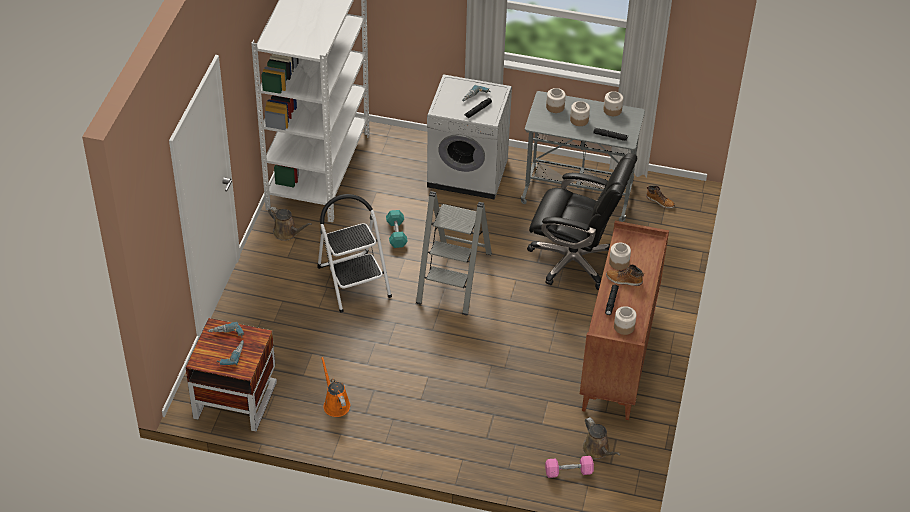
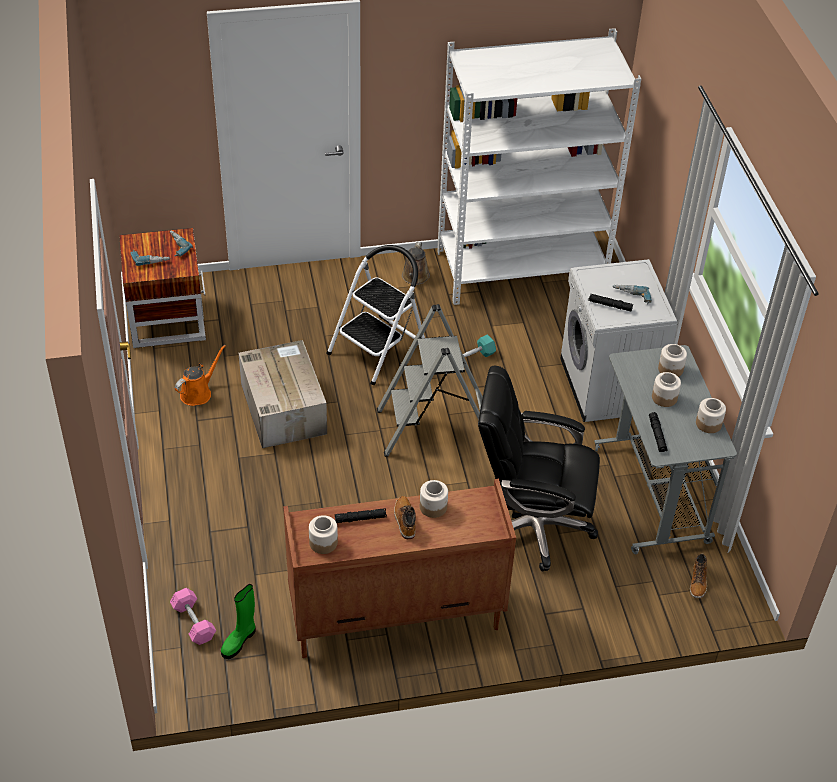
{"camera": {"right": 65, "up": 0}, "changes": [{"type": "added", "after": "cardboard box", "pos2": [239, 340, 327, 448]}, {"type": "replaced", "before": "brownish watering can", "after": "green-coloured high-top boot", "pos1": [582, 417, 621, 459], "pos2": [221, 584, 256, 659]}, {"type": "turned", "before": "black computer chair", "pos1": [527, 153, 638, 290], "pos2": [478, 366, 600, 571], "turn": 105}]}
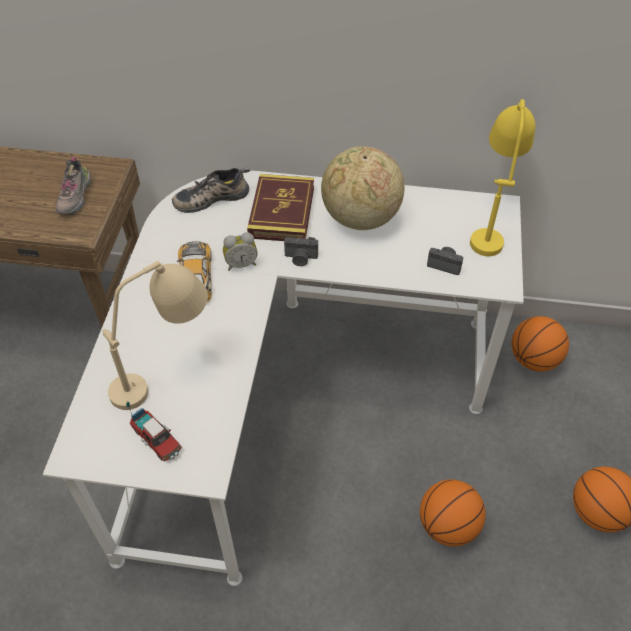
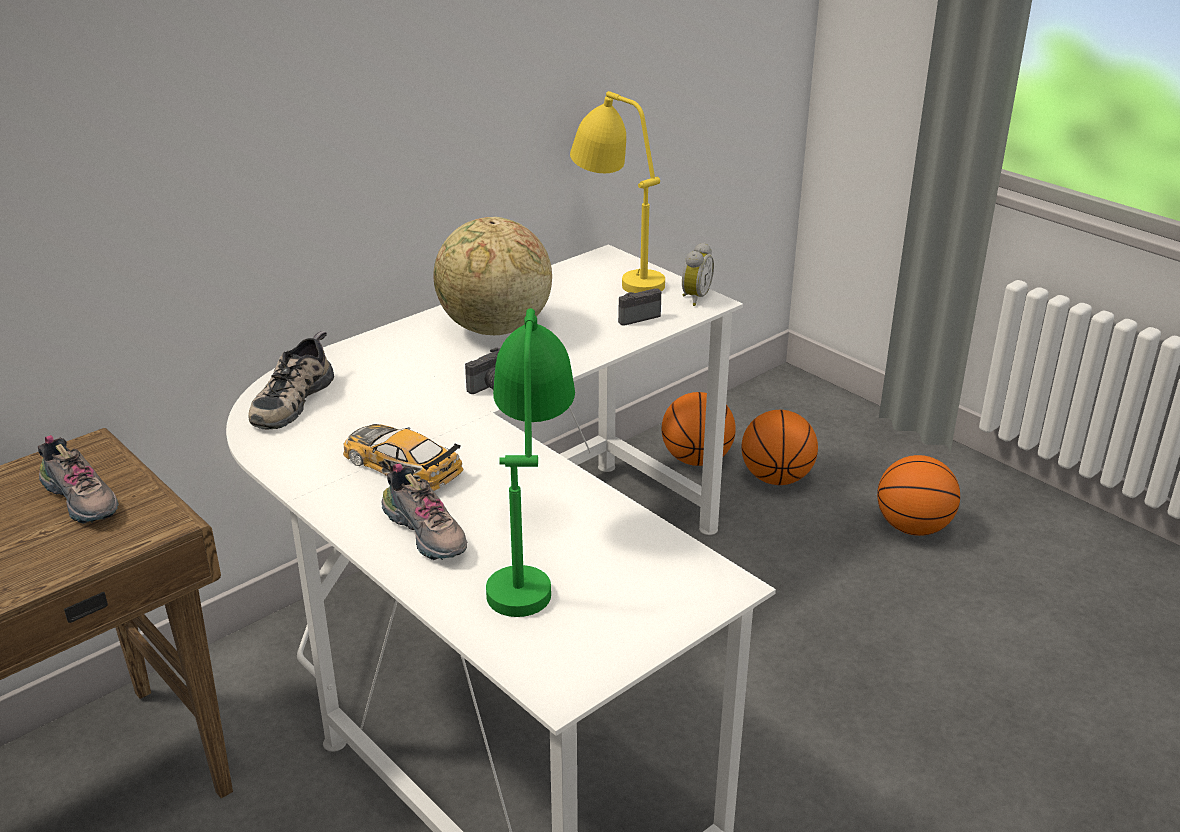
{"camera": {"right": -50, "up": -20}, "changes": [{"type": "removed", "before": "toy lorry", "pos1": [126, 401, 182, 461]}, {"type": "removed", "before": "book", "pos1": [247, 174, 314, 241]}, {"type": "added", "after": "low shoe", "pos2": [381, 463, 467, 560]}, {"type": "moved", "before": "bedside clock", "pos1": [223, 232, 257, 271], "pos2": [682, 242, 714, 306]}, {"type": "moved", "before": "ball for basketball", "pos1": [420, 479, 486, 547], "pos2": [742, 410, 818, 485]}, {"type": "recoloured", "before": "beige table lamp", "after": "green-coloured table lamp", "pos1": [102, 261, 208, 410], "pos2": [486, 308, 575, 617]}]}
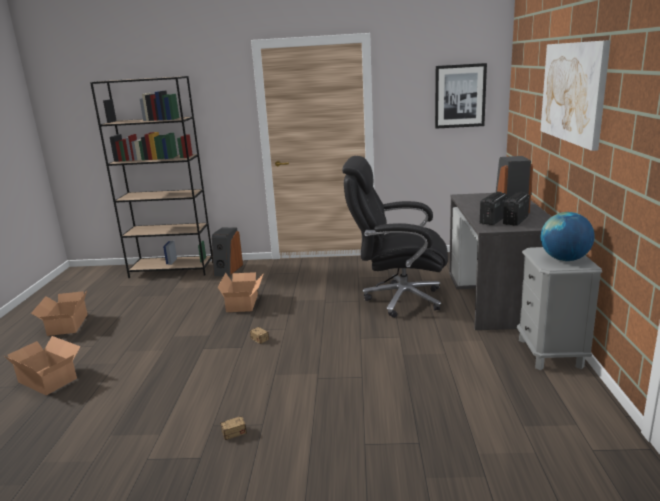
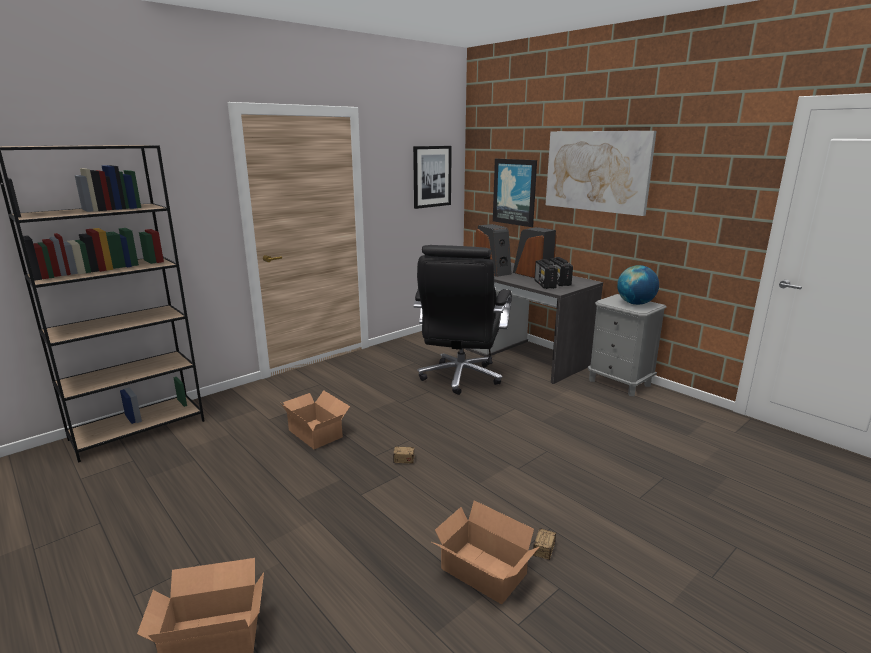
{"camera": {"right": -45, "up": 0}, "changes": [{"type": "added", "after": "wall art", "pos2": [493, 159, 537, 227]}, {"type": "moved", "before": "cardboard box", "pos1": [31, 291, 87, 336], "pos2": [432, 500, 540, 605]}, {"type": "moved", "before": "audio speaker", "pos1": [212, 227, 243, 277], "pos2": [476, 224, 512, 277]}, {"type": "turned", "before": "black computer chair", "pos1": [342, 156, 448, 318], "pos2": [414, 245, 512, 395], "turn": -45}]}
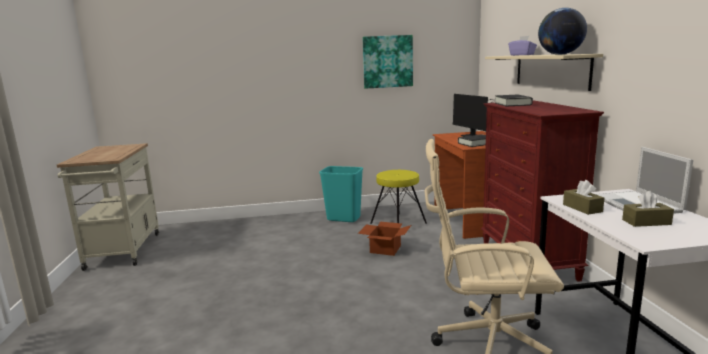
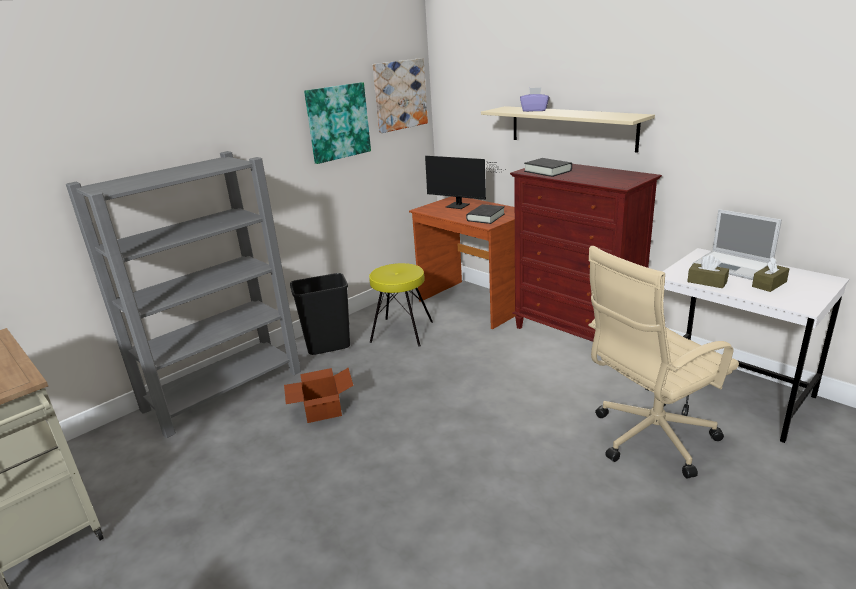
{"camera": {"right": -35, "up": 10}, "changes": [{"type": "removed", "before": "desk globe", "pos1": [538, 8, 587, 55]}, {"type": "added", "after": "grey bookcase", "pos2": [66, 151, 301, 438]}, {"type": "added", "after": "wall art", "pos2": [372, 58, 428, 133]}, {"type": "moved", "before": "cardboard box", "pos1": [358, 222, 411, 256], "pos2": [284, 368, 354, 423]}, {"type": "recoloured", "before": "blue-green trash can", "after": "black trash can", "pos1": [319, 166, 363, 222], "pos2": [290, 273, 350, 355]}]}
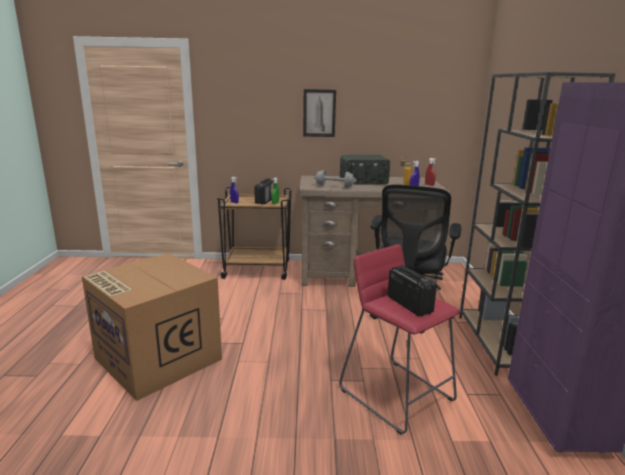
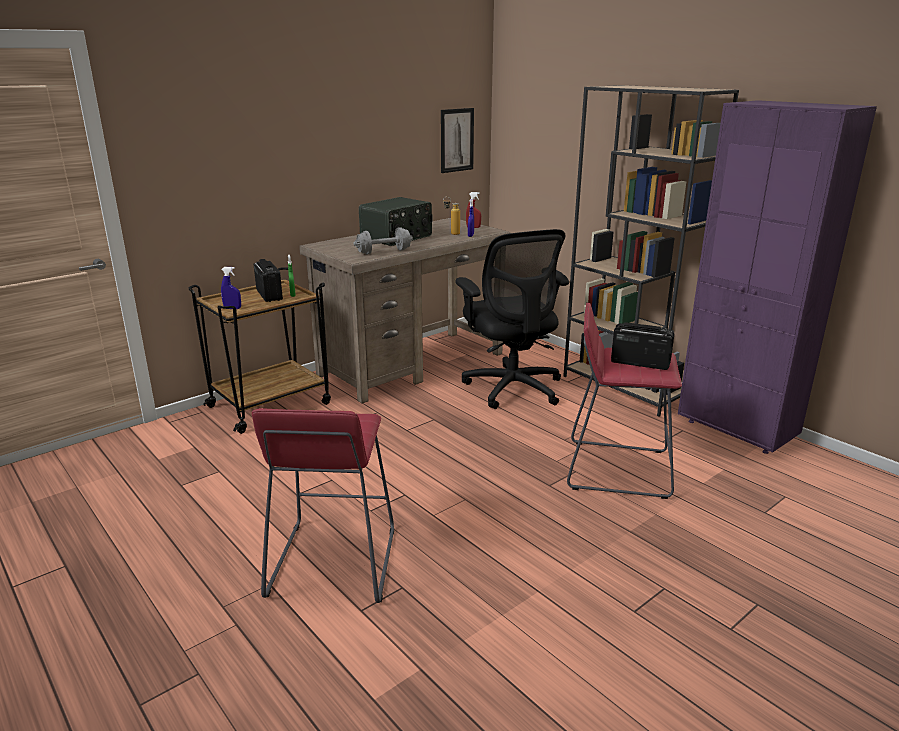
{"camera": {"right": -40, "up": 5}, "changes": [{"type": "moved", "before": "wall art", "pos1": [303, 89, 336, 137], "pos2": [441, 108, 474, 173]}, {"type": "replaced", "before": "cardboard box", "after": "red stool", "pos1": [82, 253, 222, 401], "pos2": [252, 408, 394, 603]}]}
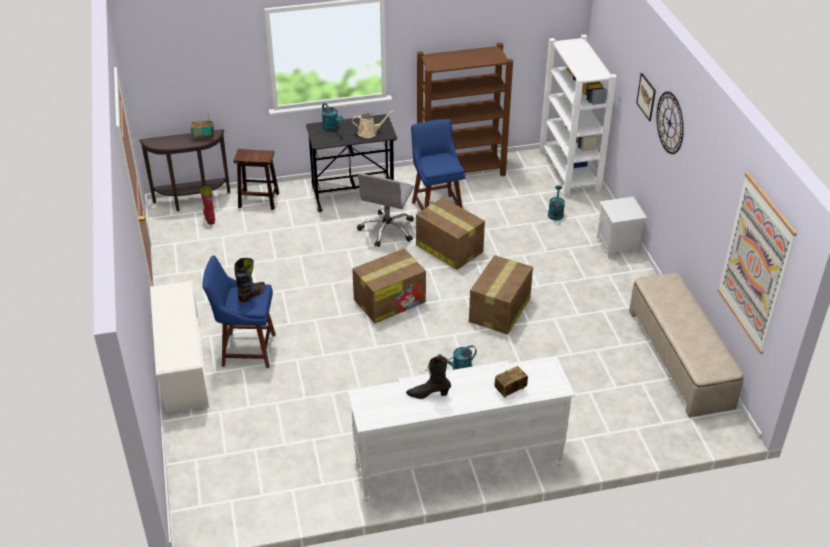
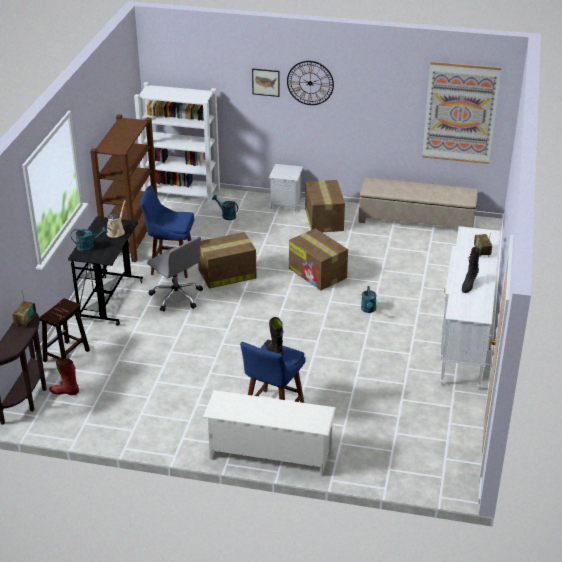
{"camera": {"right": -65, "up": -5}, "changes": [{"type": "moved", "before": "cardboard box", "pos1": [352, 249, 426, 323], "pos2": [305, 180, 345, 232]}]}
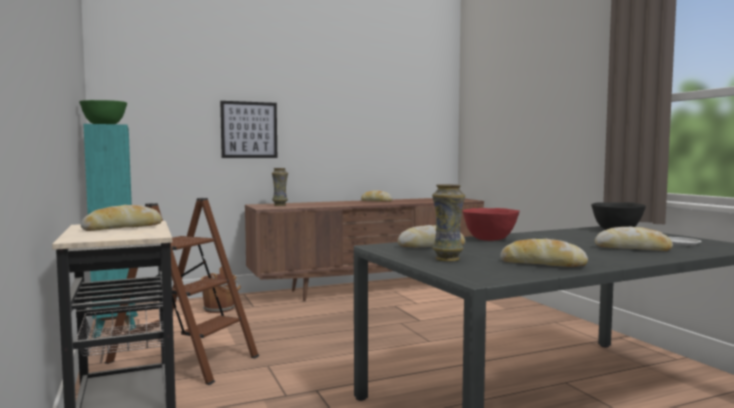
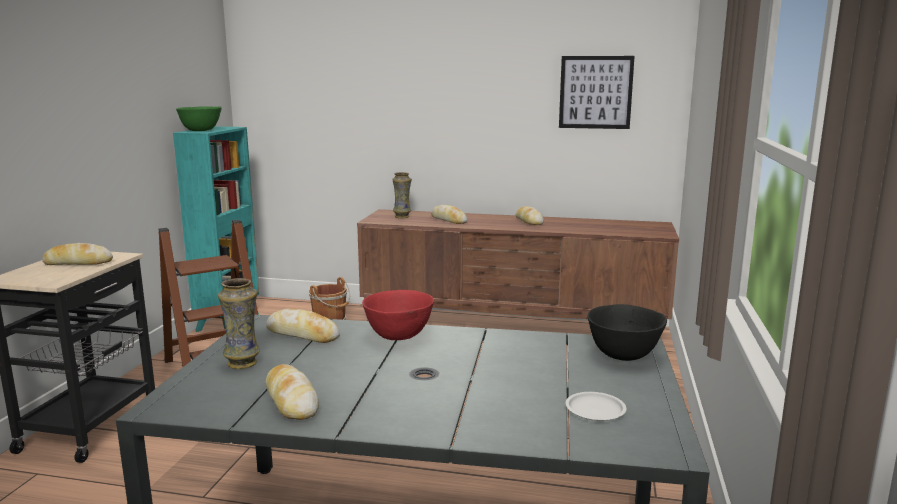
{"camera": {"right": 35, "up": 10}, "changes": [{"type": "moved", "before": "wall art", "pos1": [220, 101, 277, 158], "pos2": [559, 56, 635, 129]}, {"type": "moved", "before": "bread", "pos1": [595, 227, 673, 251], "pos2": [431, 205, 468, 224]}]}
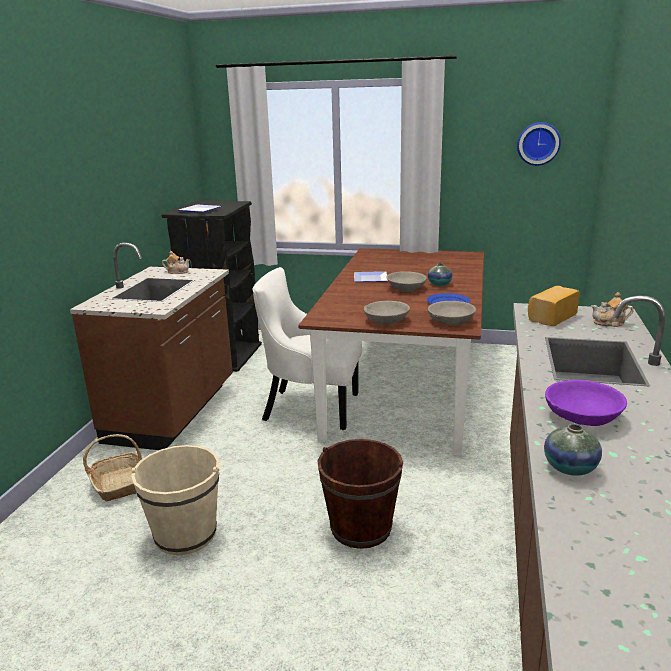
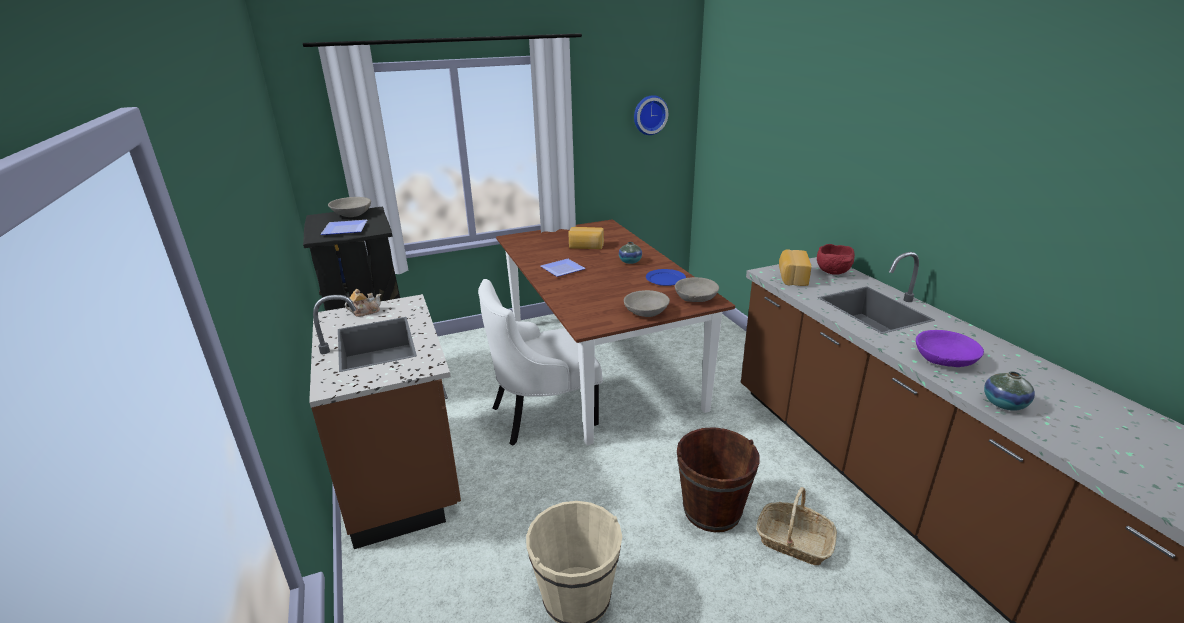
{"camera": {"right": -35, "up": 5}, "changes": [{"type": "added", "after": "bread", "pos2": [569, 227, 604, 249]}, {"type": "moved", "before": "household basket", "pos1": [83, 434, 142, 501], "pos2": [756, 487, 837, 565]}, {"type": "moved", "before": "grey bowl", "pos1": [386, 271, 427, 292], "pos2": [328, 197, 371, 217]}, {"type": "replaced", "before": "tea pot", "after": "red bowl", "pos1": [591, 292, 633, 327], "pos2": [817, 244, 855, 275]}]}
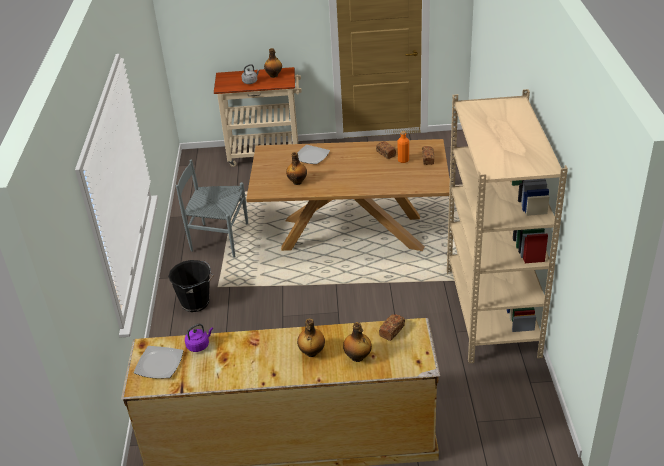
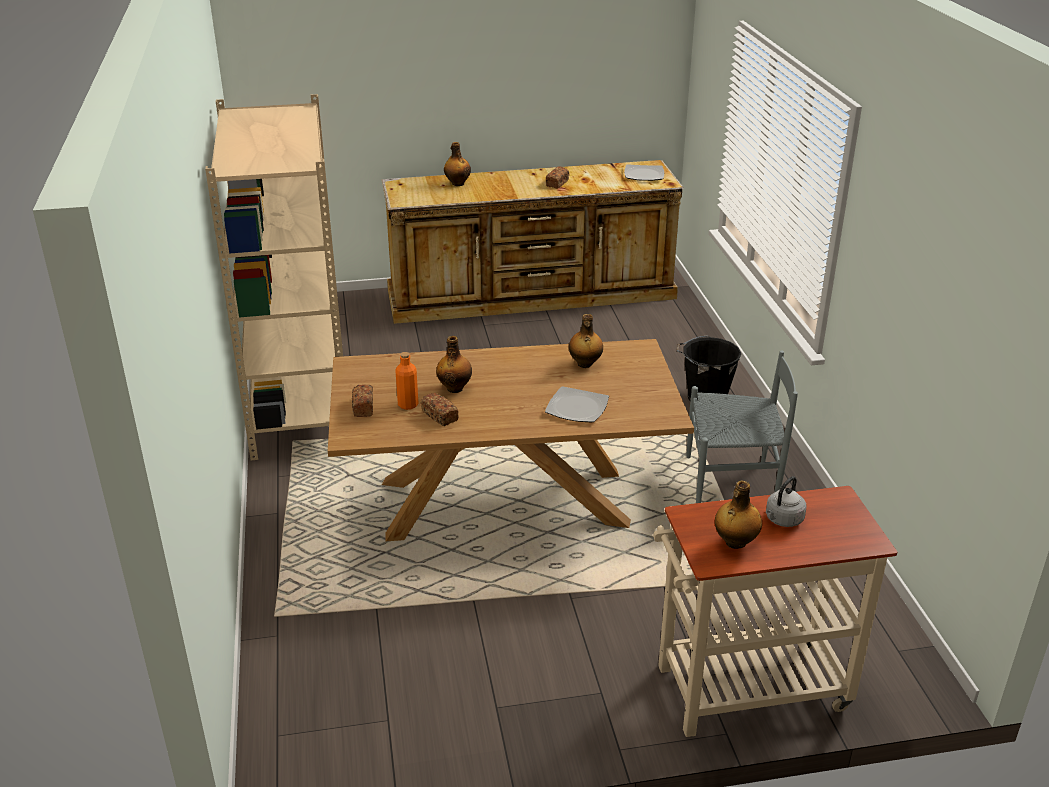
{"camera": {"right": 170, "up": -5}, "changes": [{"type": "removed", "before": "purple kettle", "pos1": [185, 324, 213, 352]}, {"type": "moved", "before": "drink bottle", "pos1": [297, 319, 325, 357], "pos2": [436, 336, 472, 393]}, {"type": "moved", "before": "bread", "pos1": [379, 314, 405, 341], "pos2": [546, 167, 569, 189]}]}
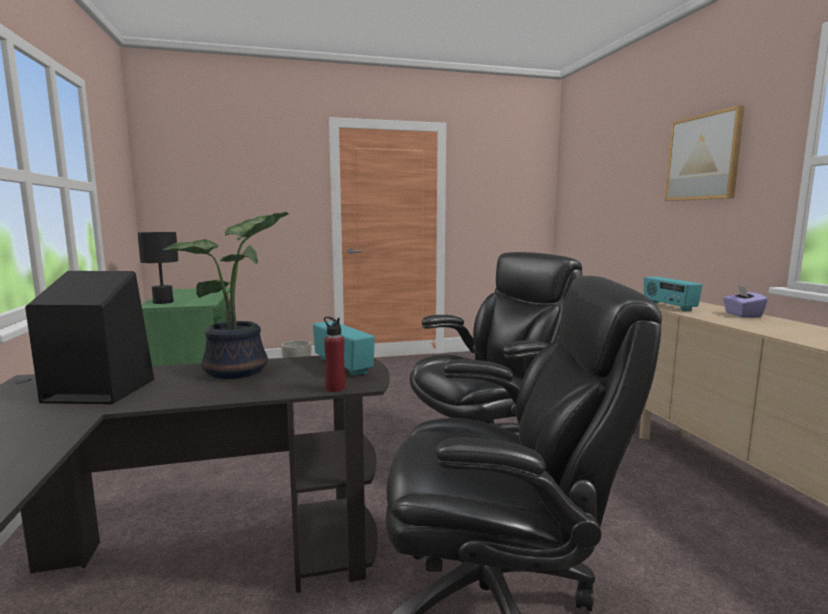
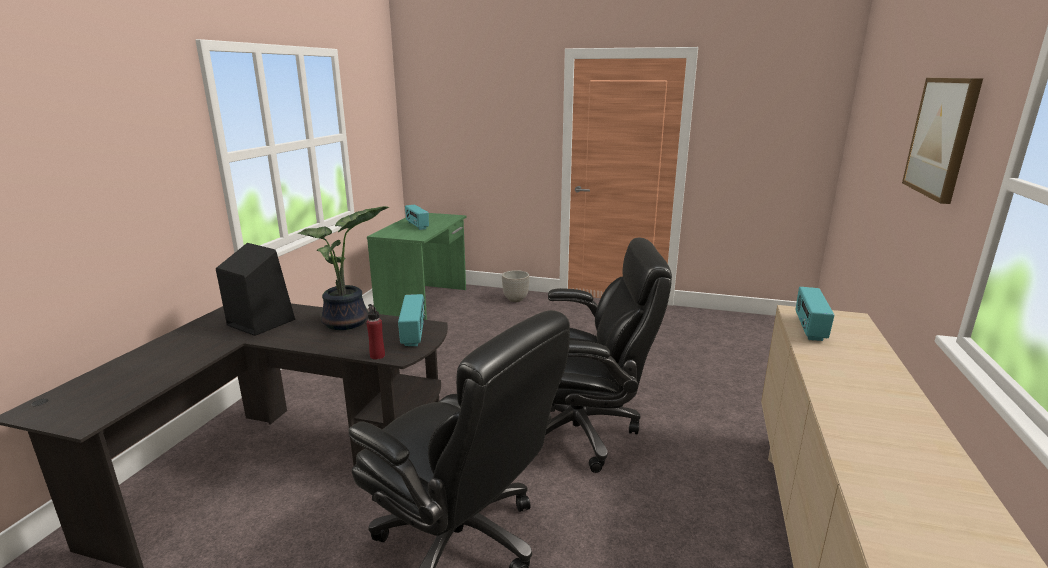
{"camera": {"right": 30, "up": 10}, "changes": [{"type": "removed", "before": "black table lamp", "pos1": [138, 232, 178, 304]}, {"type": "removed", "before": "purple tissue holder", "pos1": [723, 285, 768, 318]}, {"type": "added", "after": "radio set", "pos2": [405, 205, 429, 230]}]}
